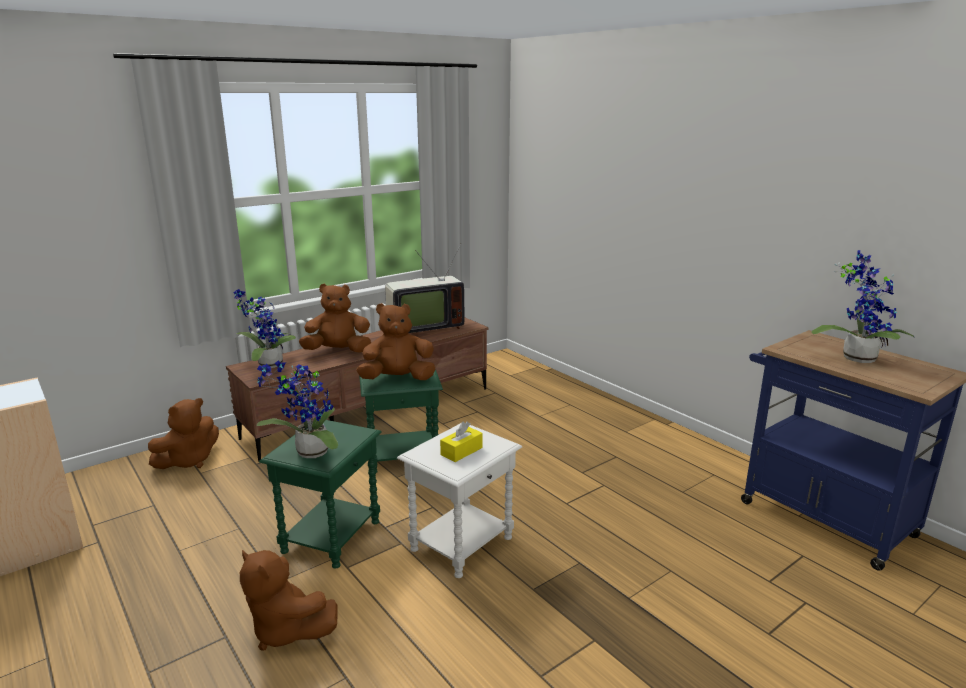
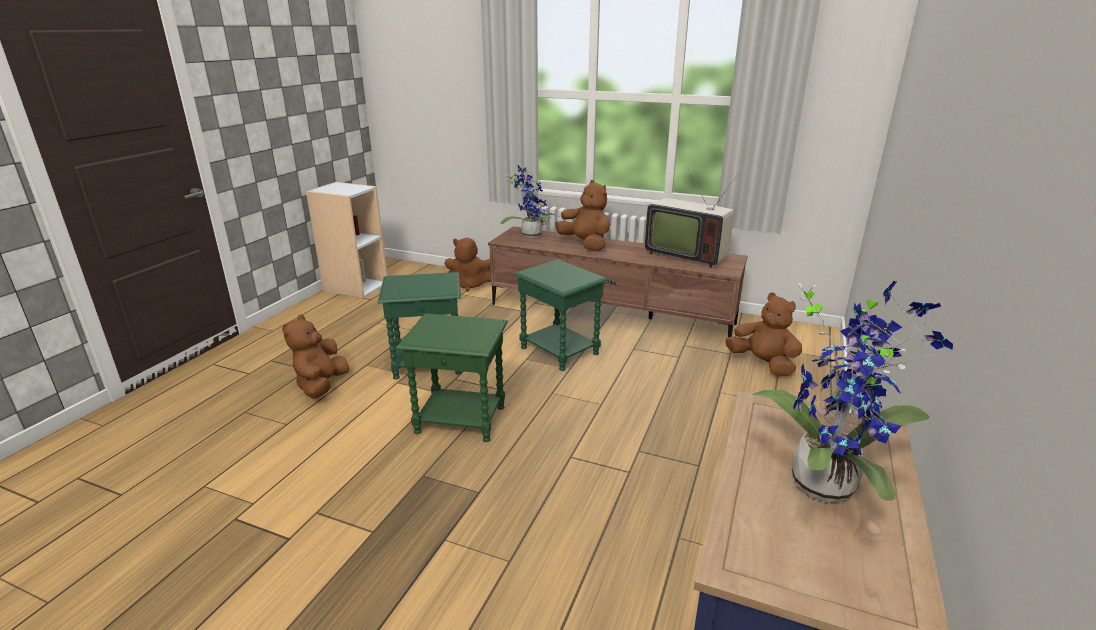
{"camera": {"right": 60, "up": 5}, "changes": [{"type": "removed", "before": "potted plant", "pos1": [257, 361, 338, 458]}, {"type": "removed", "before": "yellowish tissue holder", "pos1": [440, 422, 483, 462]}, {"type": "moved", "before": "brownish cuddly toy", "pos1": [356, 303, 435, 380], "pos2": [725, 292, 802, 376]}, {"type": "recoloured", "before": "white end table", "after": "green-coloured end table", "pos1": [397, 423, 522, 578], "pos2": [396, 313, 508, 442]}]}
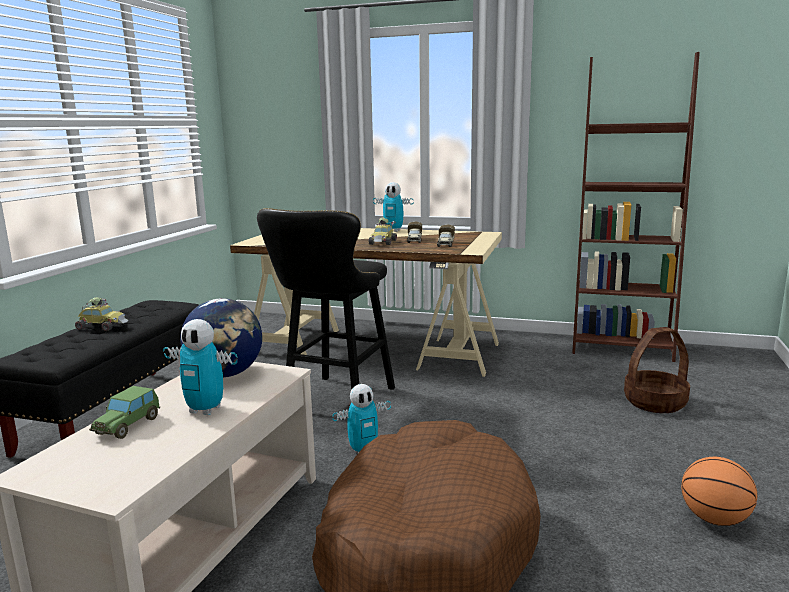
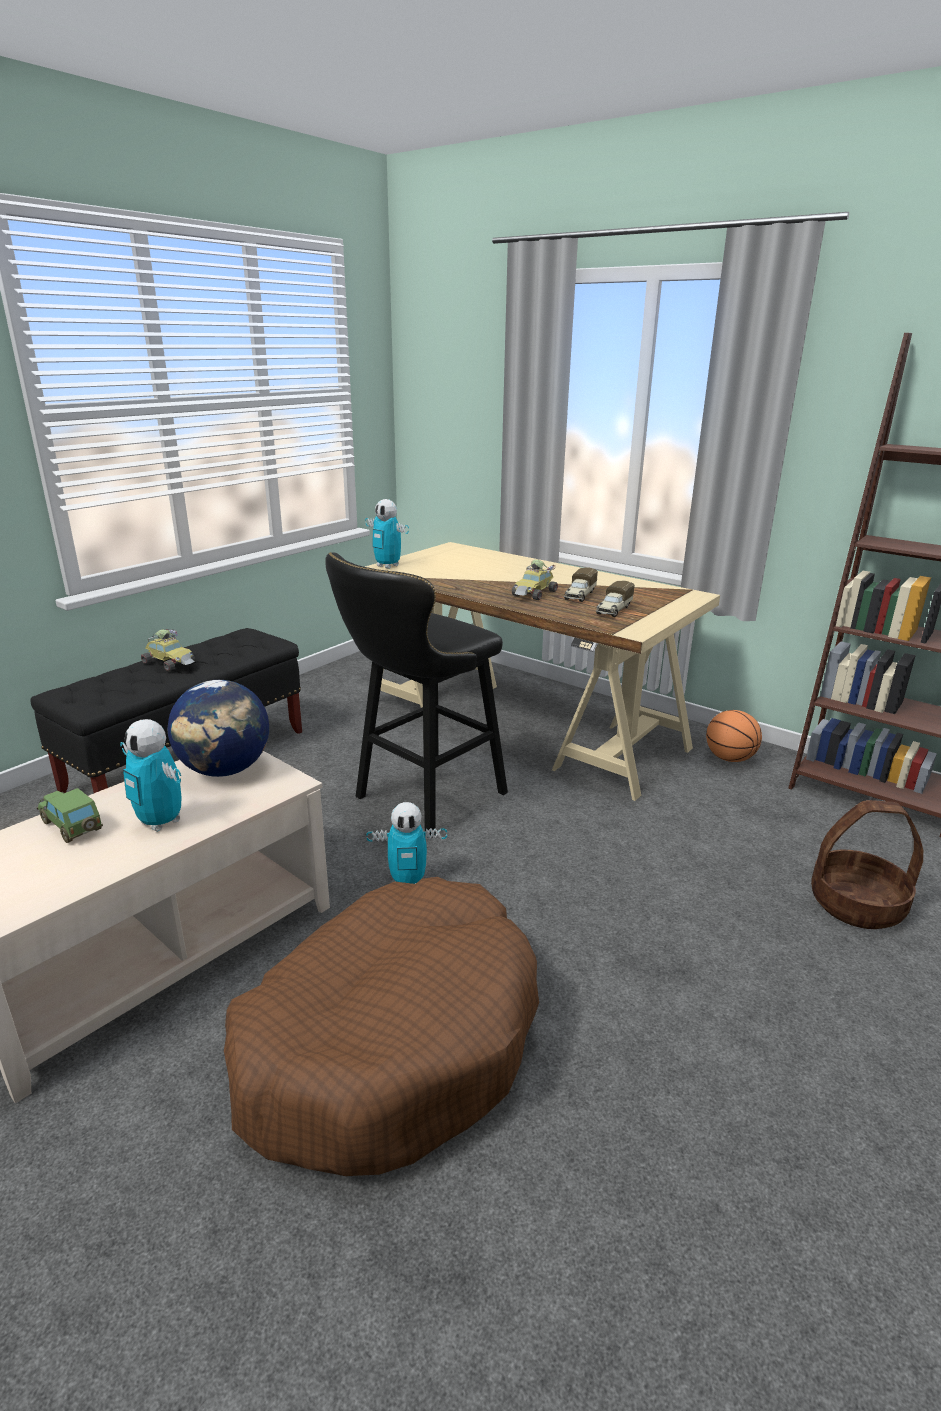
{"camera": {"right": 20, "up": 10}, "changes": [{"type": "moved", "before": "robot figure", "pos1": [373, 182, 414, 232], "pos2": [365, 499, 409, 569]}, {"type": "moved", "before": "ball for basketball", "pos1": [681, 457, 757, 526], "pos2": [706, 710, 762, 762]}, {"type": "turned", "before": "miniature car", "pos1": [89, 386, 160, 439], "pos2": [37, 788, 103, 843], "turn": 90}]}
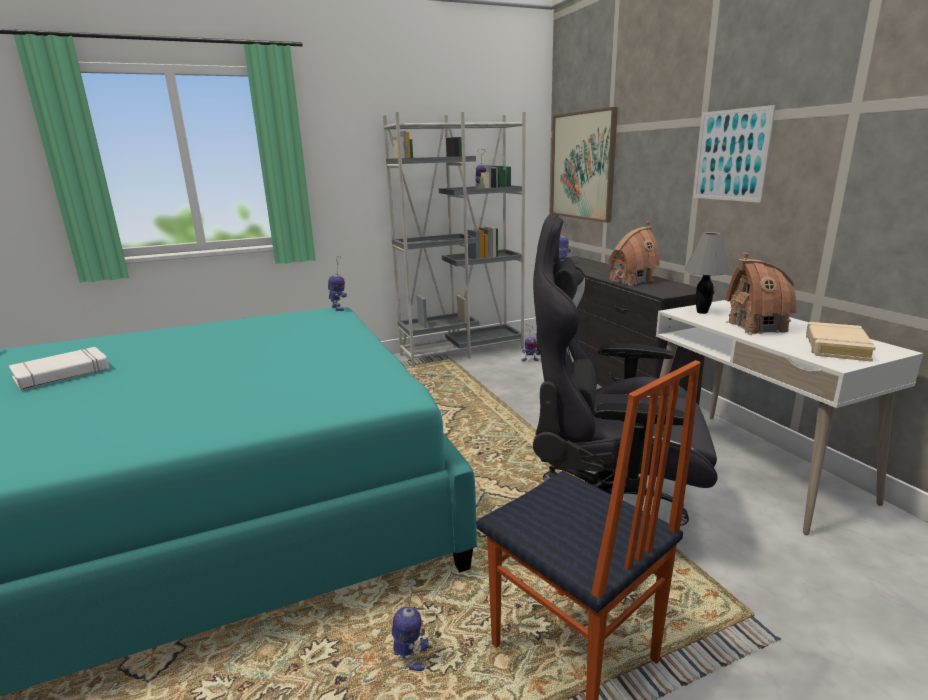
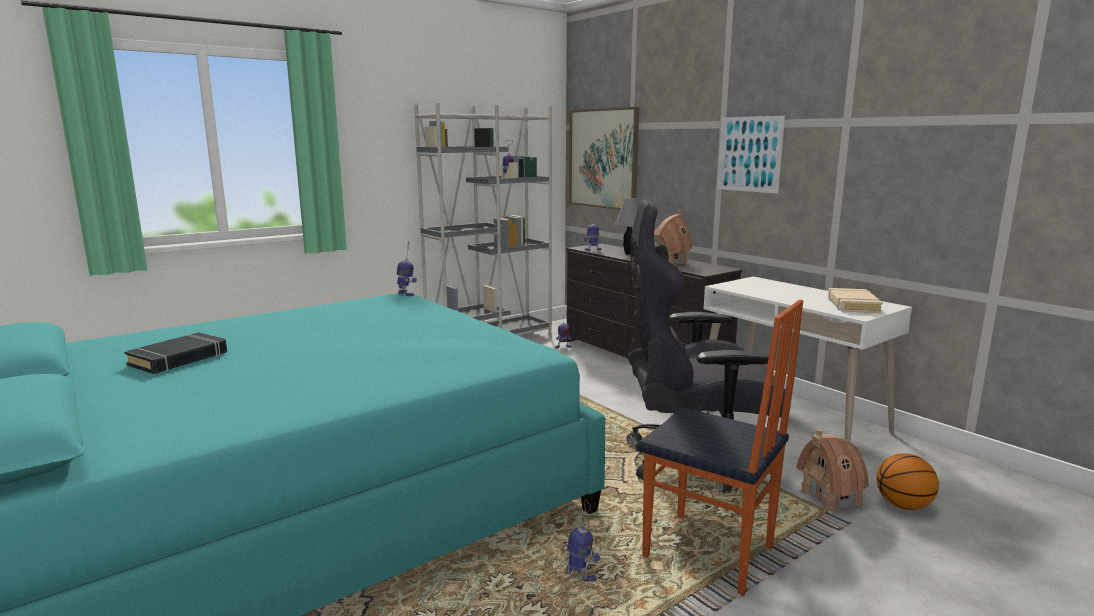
{"camera": {"right": -15, "up": -5}, "changes": [{"type": "added", "after": "ball for basketball", "pos2": [877, 453, 939, 510]}, {"type": "moved", "before": "grey table lamp", "pos1": [685, 232, 730, 314], "pos2": [615, 198, 638, 255]}, {"type": "moved", "before": "miniature house", "pos1": [725, 253, 796, 335], "pos2": [796, 429, 869, 514]}, {"type": "recoloured", "before": "white book", "after": "black book", "pos1": [9, 347, 109, 391], "pos2": [124, 332, 227, 374]}]}
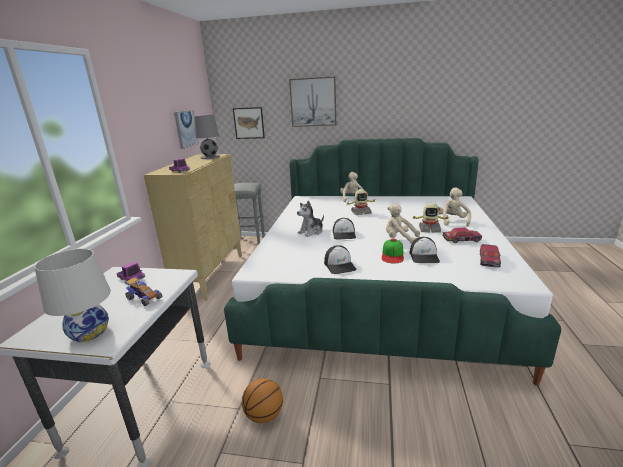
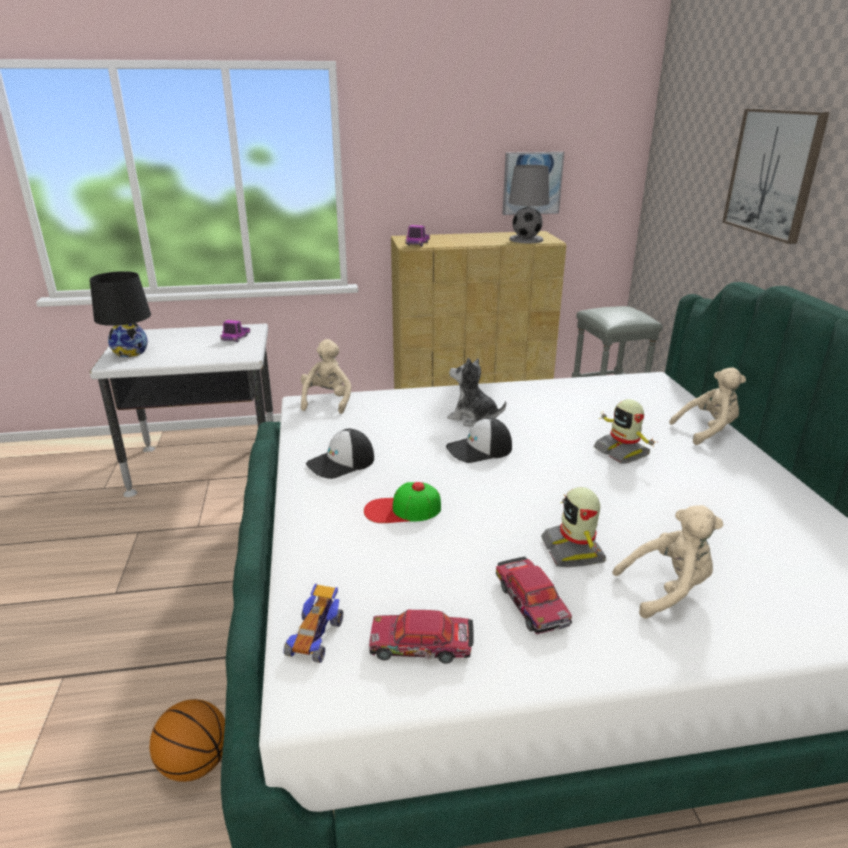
{"camera": {"right": 70, "up": 5}, "changes": [{"type": "removed", "before": "wall art", "pos1": [233, 107, 265, 139]}, {"type": "removed", "before": "baseball cap", "pos1": [410, 237, 440, 263]}, {"type": "moved", "before": "miniature car", "pos1": [124, 276, 162, 306], "pos2": [283, 584, 343, 663]}, {"type": "moved", "before": "ball for basketball", "pos1": [242, 378, 283, 423], "pos2": [149, 699, 225, 782]}, {"type": "moved", "before": "beige cuddly toy", "pos1": [386, 204, 420, 244], "pos2": [301, 339, 351, 414]}, {"type": "recoloured", "before": "white table lamp", "after": "black table lamp", "pos1": [34, 249, 111, 342], "pos2": [90, 271, 151, 357]}]}
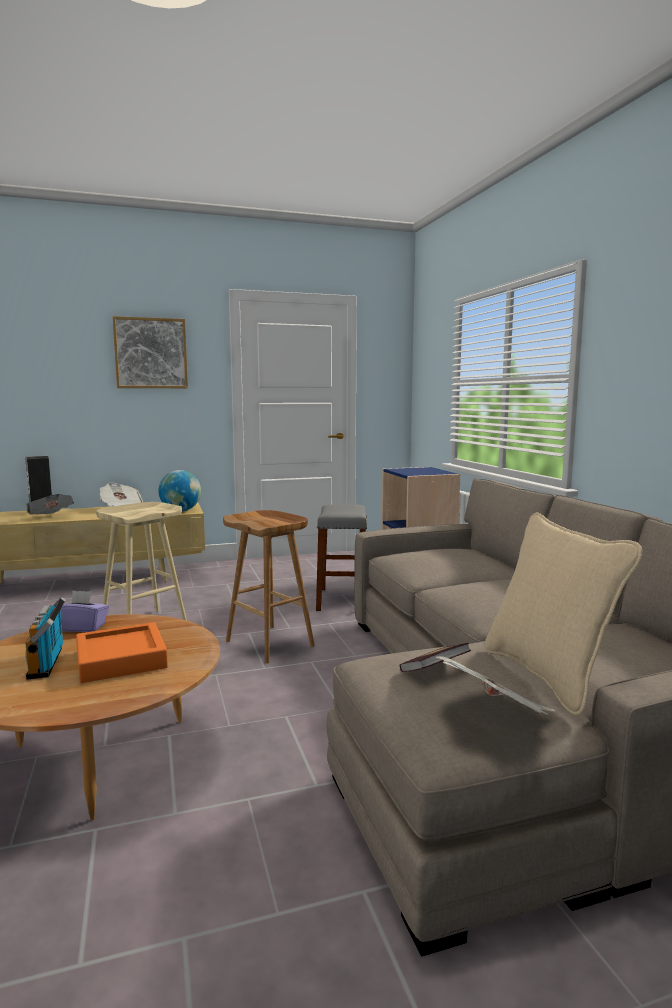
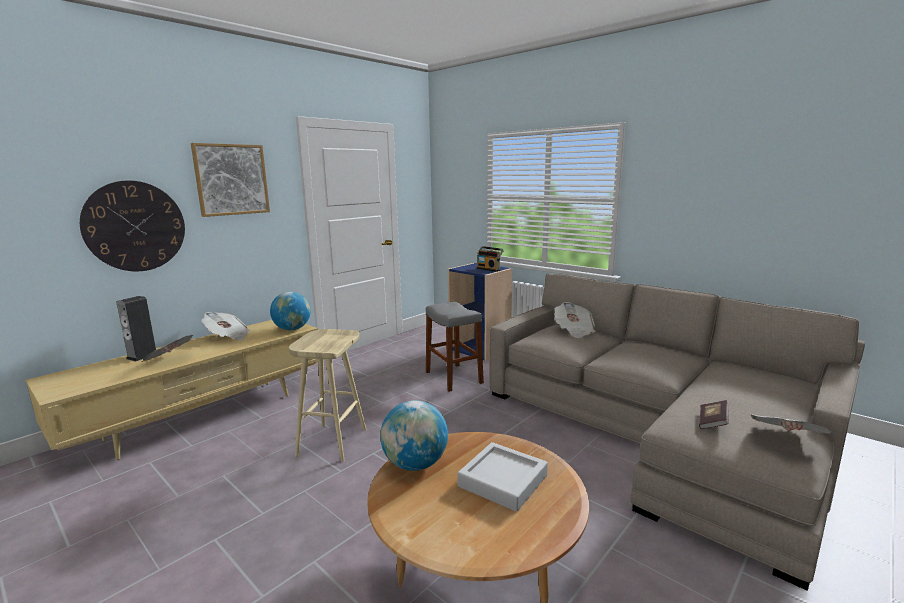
{"camera": {"right": -30, "up": 5}, "changes": [{"type": "removed", "before": "brownish stool", "pos1": [223, 510, 315, 663]}, {"type": "removed", "before": "beige throw pillow", "pos1": [485, 513, 642, 716]}, {"type": "added", "after": "hanging clock", "pos2": [80, 181, 185, 271]}, {"type": "added", "after": "newspaper", "pos2": [554, 302, 596, 338]}, {"type": "moved", "before": "radio set", "pos1": [25, 597, 66, 680], "pos2": [477, 246, 504, 272]}, {"type": "replaced", "before": "purple tissue holder", "after": "desk globe", "pos1": [60, 590, 109, 632], "pos2": [380, 400, 448, 471]}, {"type": "recoloured", "before": "orangey tray", "after": "grey tray", "pos1": [76, 622, 168, 683], "pos2": [457, 442, 548, 512]}]}
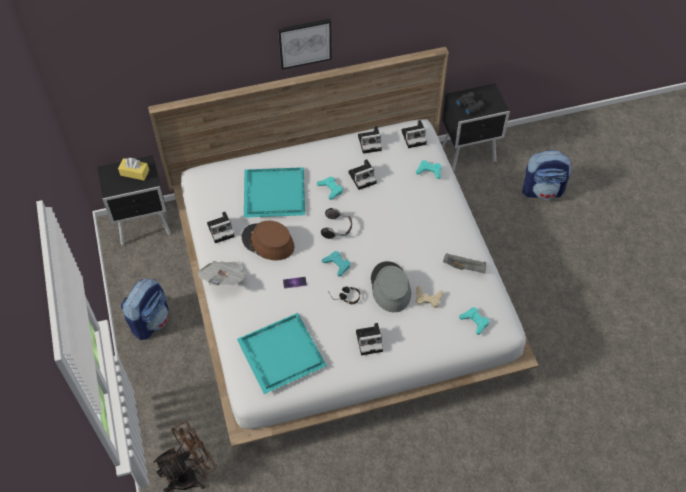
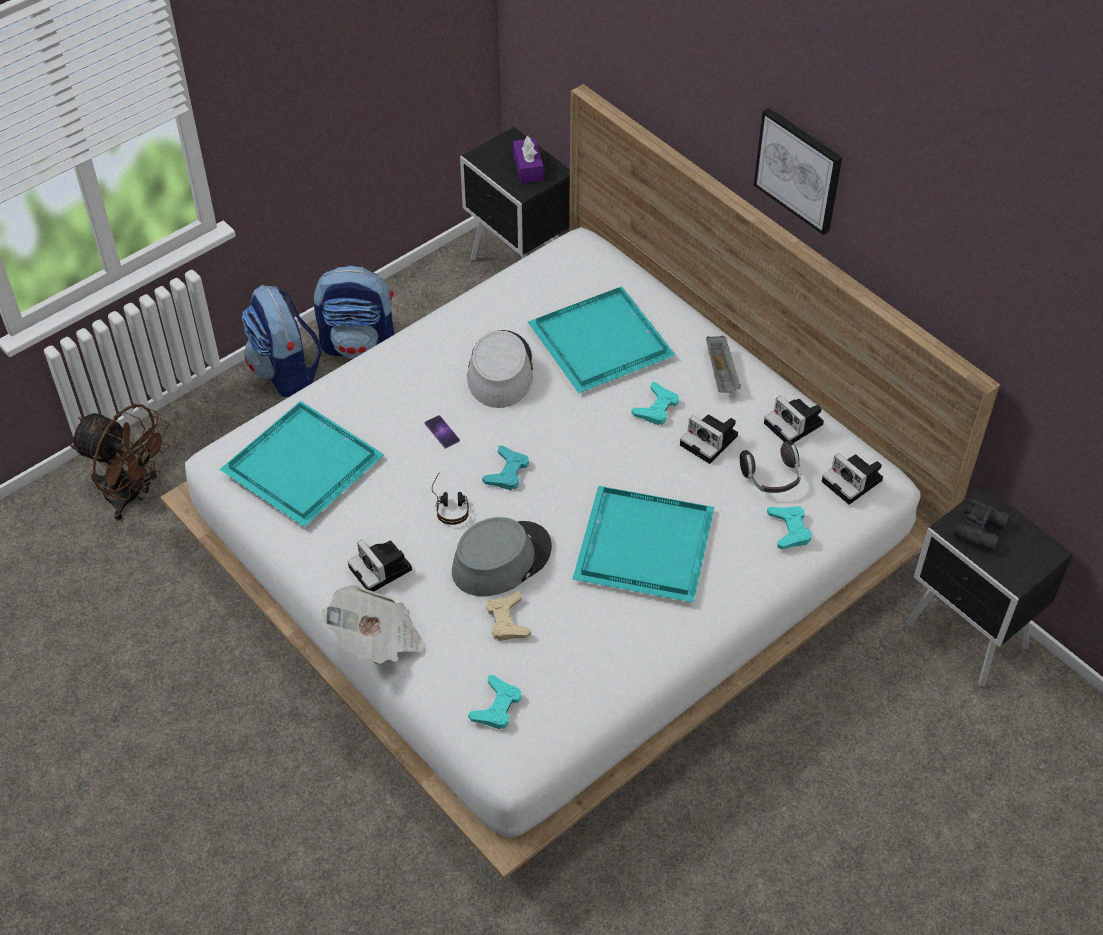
{"camera": {"right": 65, "up": -5}, "changes": [{"type": "removed", "before": "photo camera", "pos1": [207, 212, 235, 243]}, {"type": "added", "after": "blue-green tray", "pos2": [573, 486, 715, 603]}, {"type": "moved", "before": "newspaper", "pos1": [198, 261, 245, 286], "pos2": [322, 585, 425, 665]}, {"type": "moved", "before": "pair of headphones", "pos1": [321, 208, 352, 239], "pos2": [740, 441, 801, 493]}, {"type": "moved", "before": "grey tray", "pos1": [443, 253, 486, 274], "pos2": [706, 335, 741, 393]}, {"type": "moved", "before": "rucksack", "pos1": [522, 150, 572, 200], "pos2": [242, 285, 322, 397]}, {"type": "recoloured", "before": "yellowish tissue holder", "after": "purple tissue holder", "pos1": [118, 158, 149, 180], "pos2": [513, 136, 544, 183]}, {"type": "recoloured", "before": "brownish hat", "after": "grey hat", "pos1": [242, 221, 294, 260], "pos2": [467, 330, 533, 408]}]}
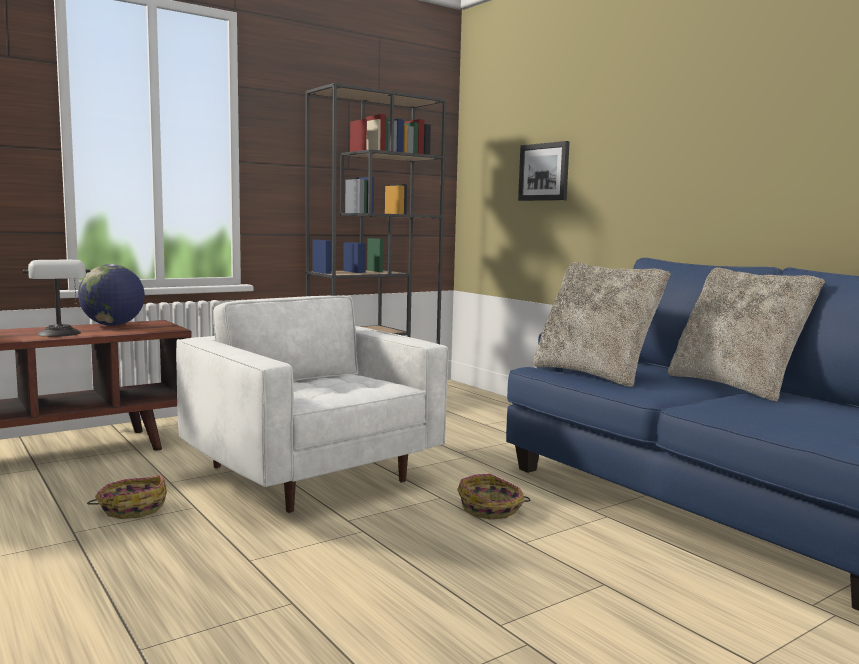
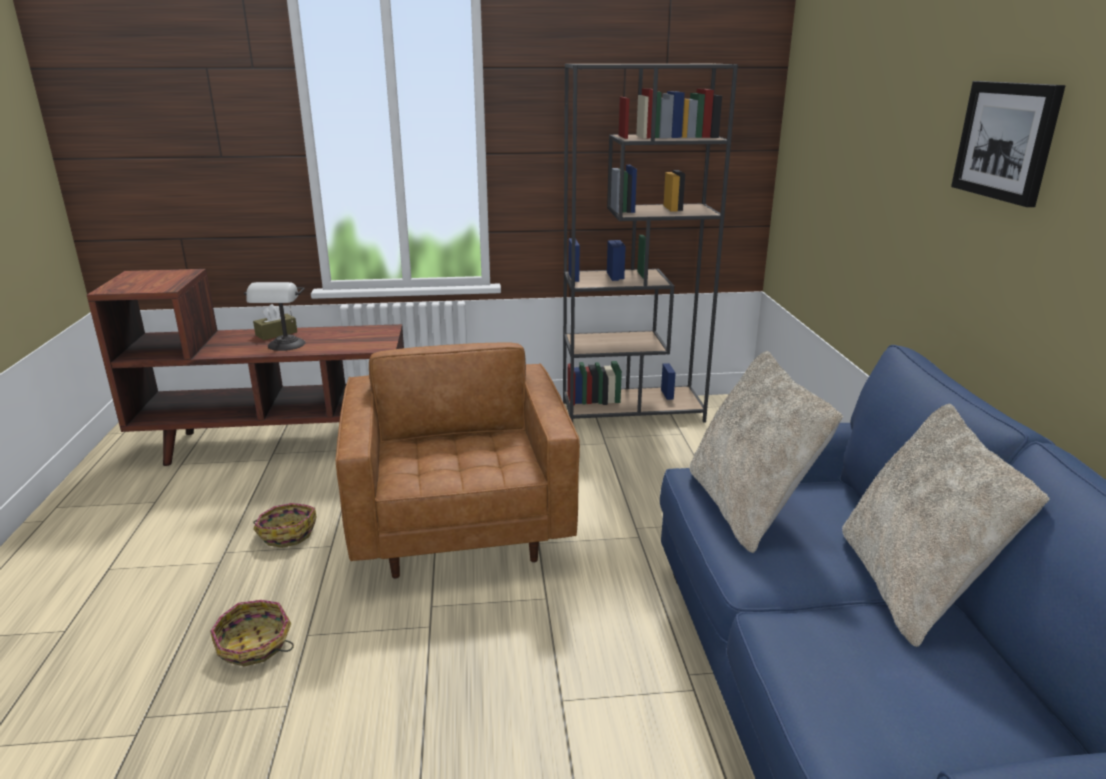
{"camera": {"right": 30, "up": 15}, "changes": [{"type": "removed", "before": "desk globe", "pos1": [78, 264, 145, 326]}, {"type": "added", "after": "brownish tissue holder", "pos2": [253, 304, 297, 340]}, {"type": "moved", "before": "household basket", "pos1": [457, 474, 530, 519], "pos2": [210, 600, 294, 666]}, {"type": "moved", "before": "wall art", "pos1": [518, 141, 570, 201], "pos2": [951, 81, 1066, 207]}, {"type": "recoloured", "before": "white armchair", "after": "brownish armchair", "pos1": [176, 296, 448, 513], "pos2": [336, 343, 580, 579]}]}
